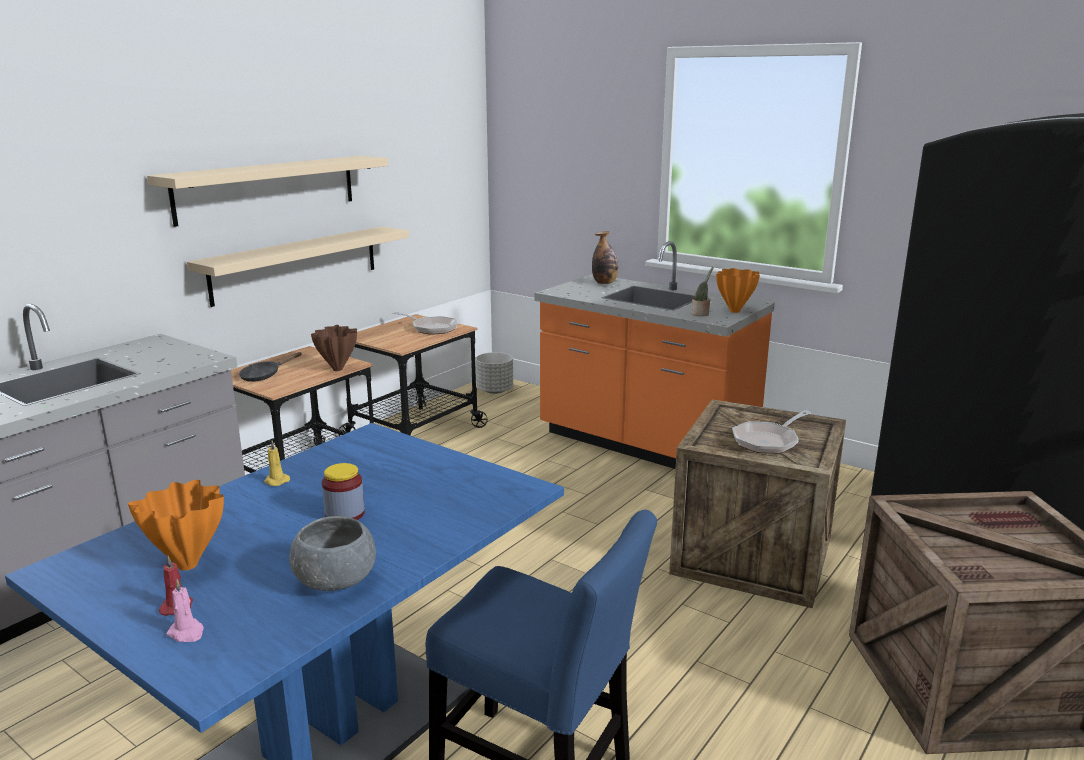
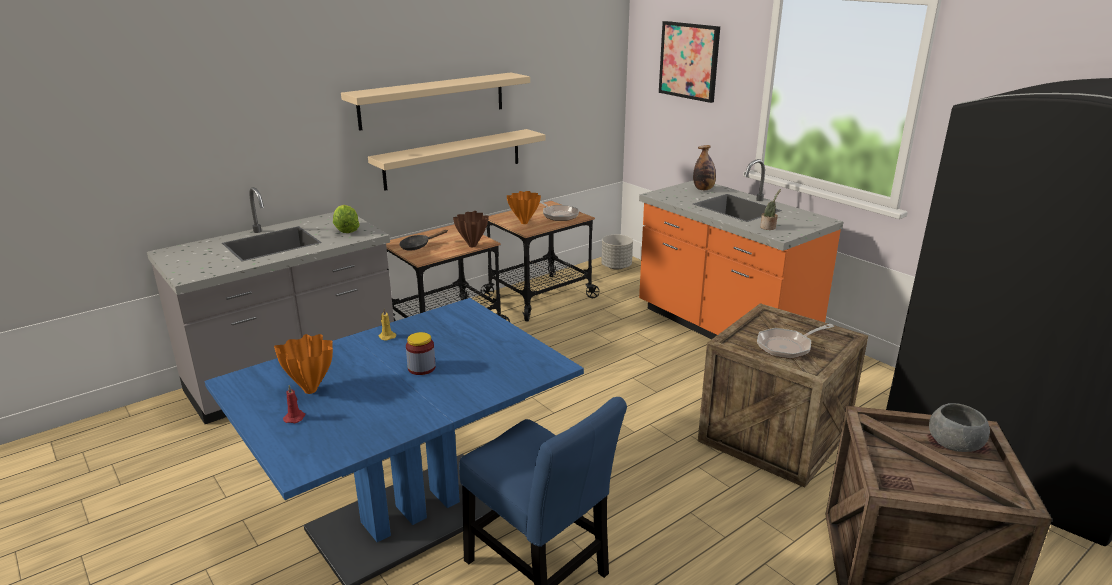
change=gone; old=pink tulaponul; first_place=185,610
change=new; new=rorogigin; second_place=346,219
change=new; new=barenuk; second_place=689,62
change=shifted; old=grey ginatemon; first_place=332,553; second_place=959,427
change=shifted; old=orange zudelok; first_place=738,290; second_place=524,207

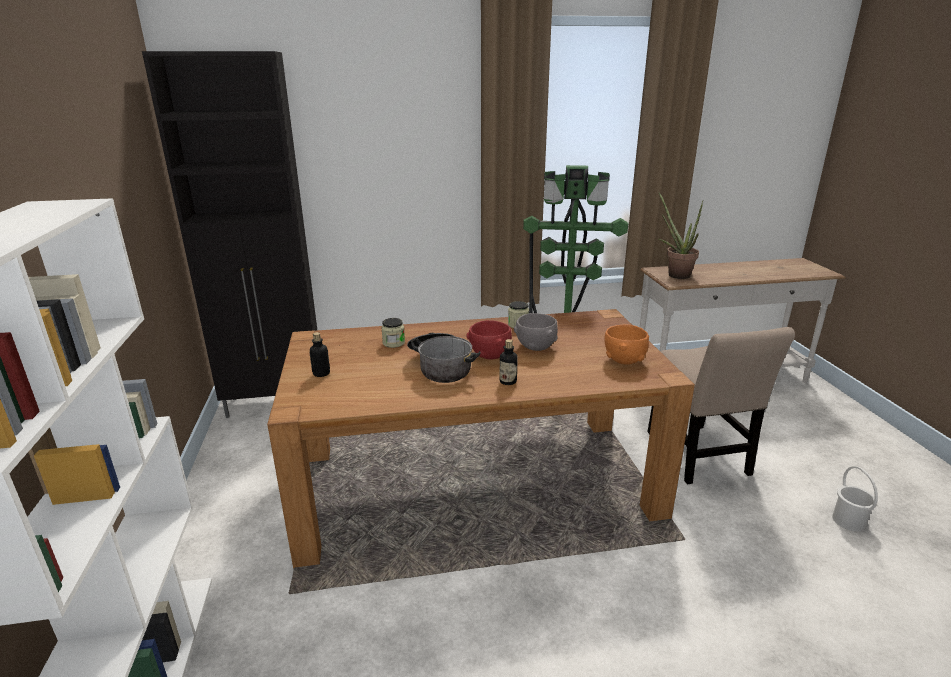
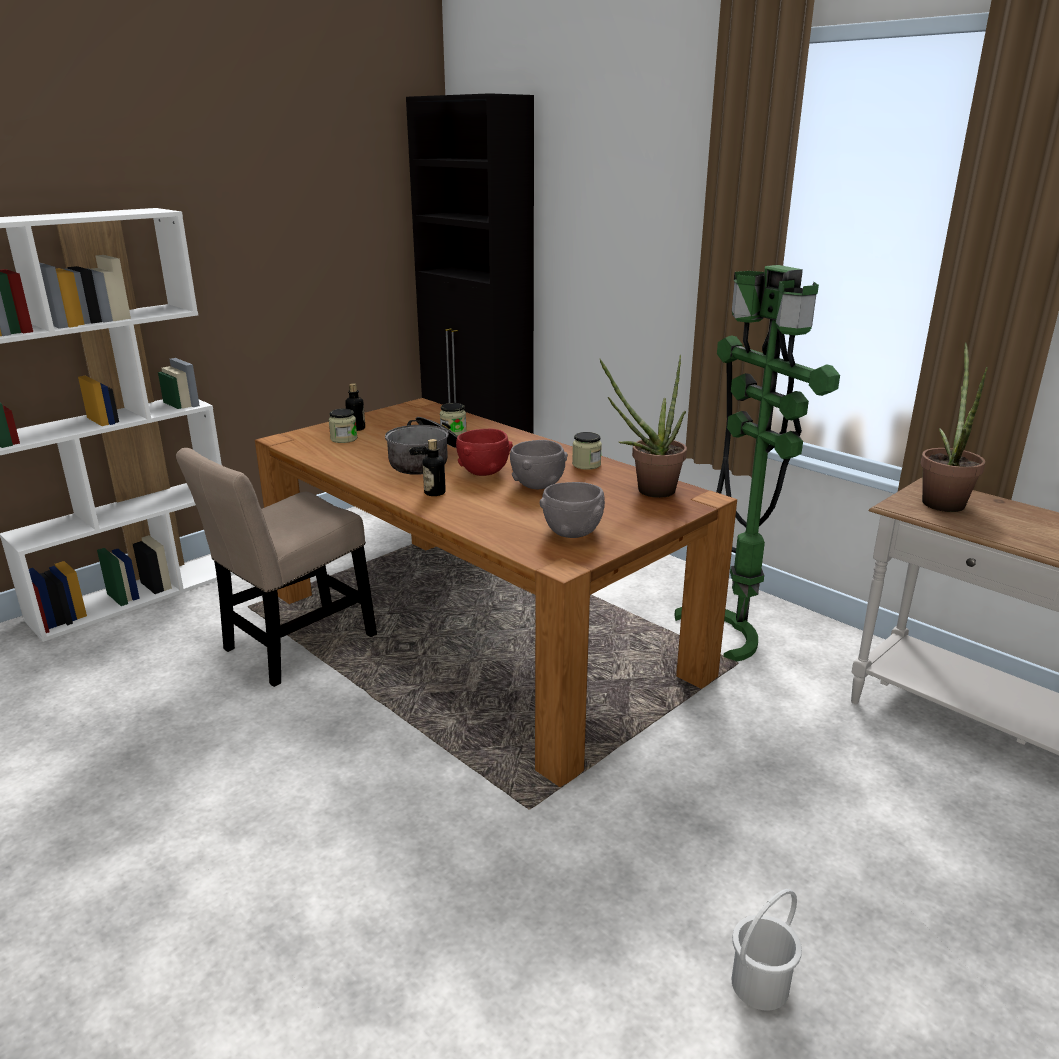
change=new; new=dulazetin; second_place=343,426
change=new; new=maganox; second_place=643,426
change=shifted; old=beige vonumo; first_place=721,405; second_place=276,567
change=repainted; old=orange ginatemon; new=grey ginatemon; first_place=626,344; second_place=572,510

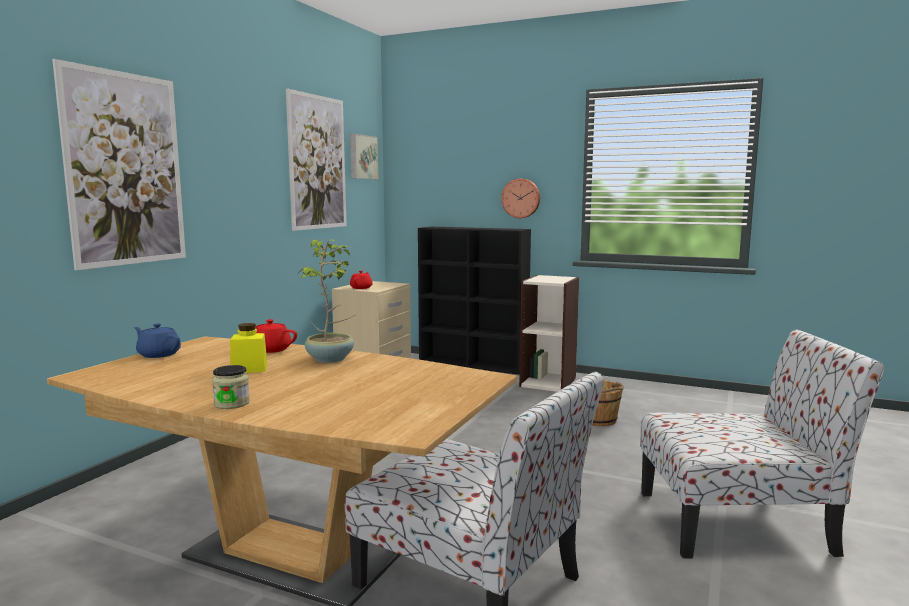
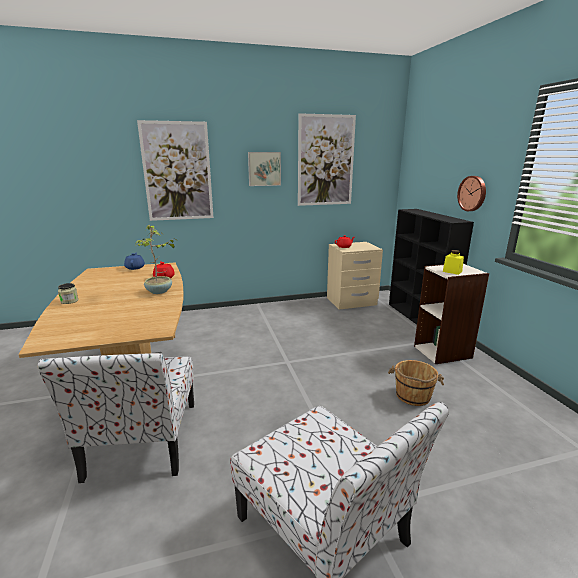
change=shifted; old=yellow dulazetin; first_place=249,348; second_place=453,262
change=shifted; old=barenuk; first_place=364,156; second_place=264,169

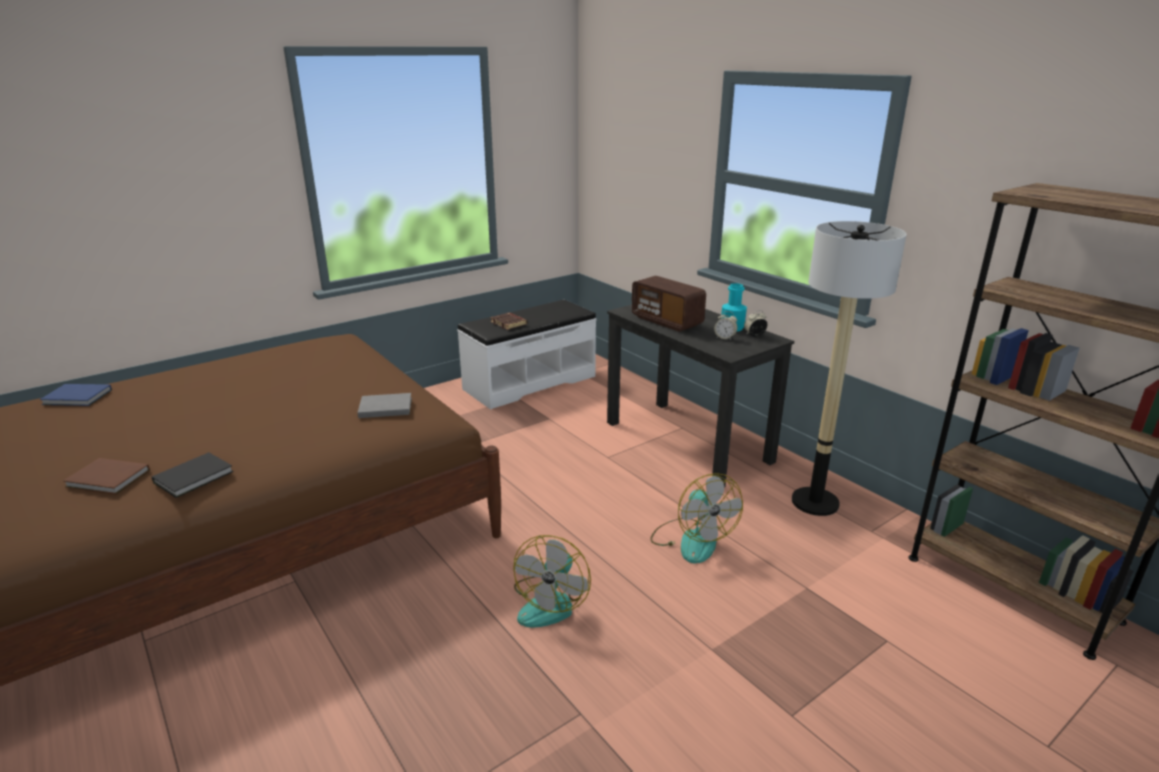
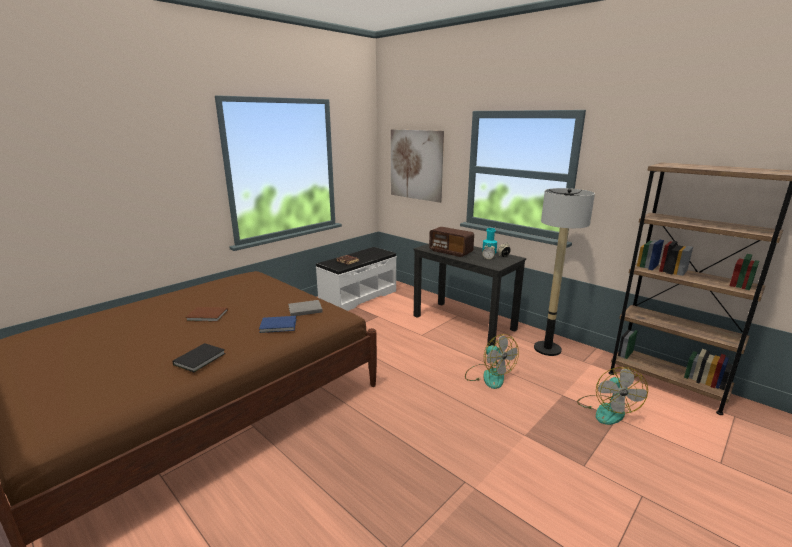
change=new; new=barenuk; second_place=417,166
change=shifted; old=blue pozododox; first_place=76,395; second_place=277,324
change=shifted; old=brown pozododox; first_place=106,476; second_place=206,314
change=shifted; old=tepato; first_place=552,581; second_place=612,396

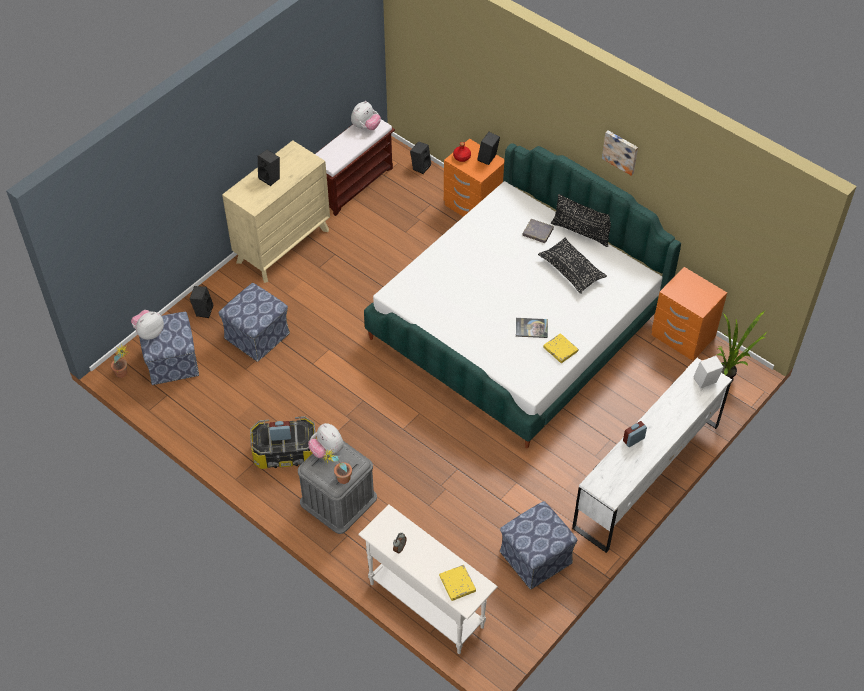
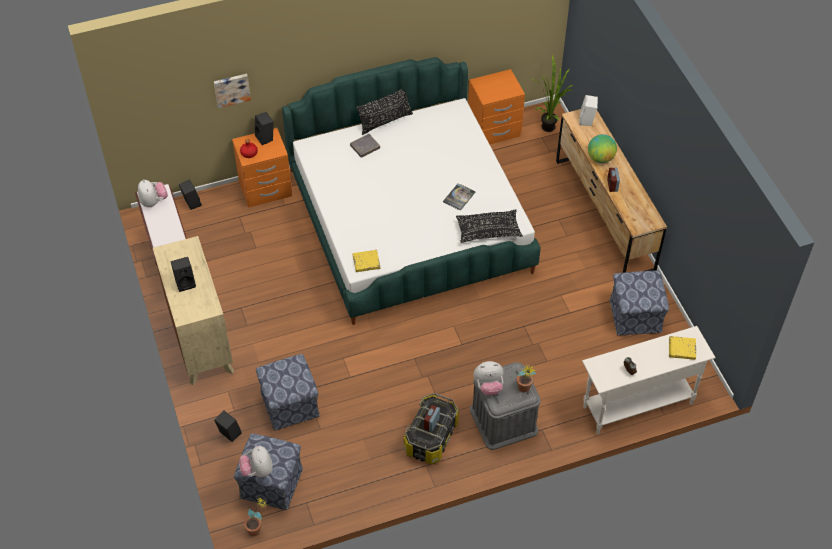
change=new; new=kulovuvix; second_place=602,148
change=shifted; old=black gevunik; first_place=572,266; second_place=489,226
change=shifted; old=yellow pozododox; first_place=560,348; second_place=366,261
change=shifted; old=barenuk; first_place=620,153; second_place=232,91
change=repainted; old=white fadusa; new=brown fadusa; first_place=652,455; second_place=611,191

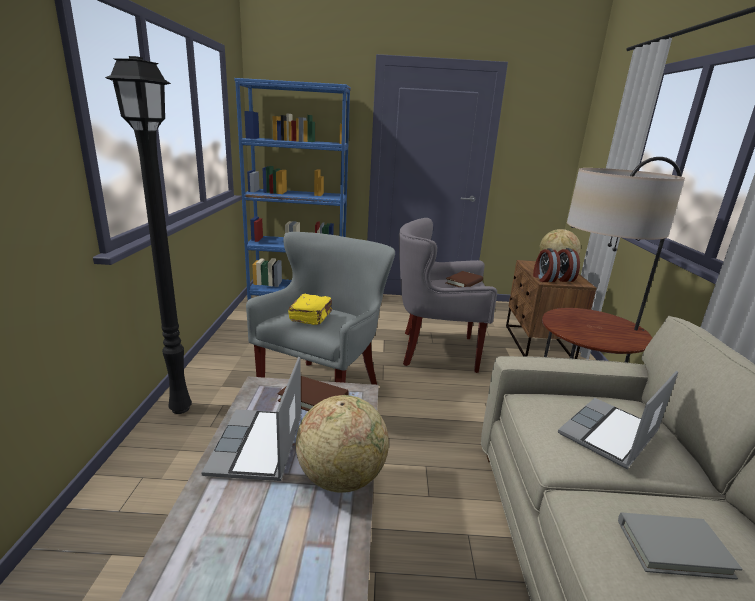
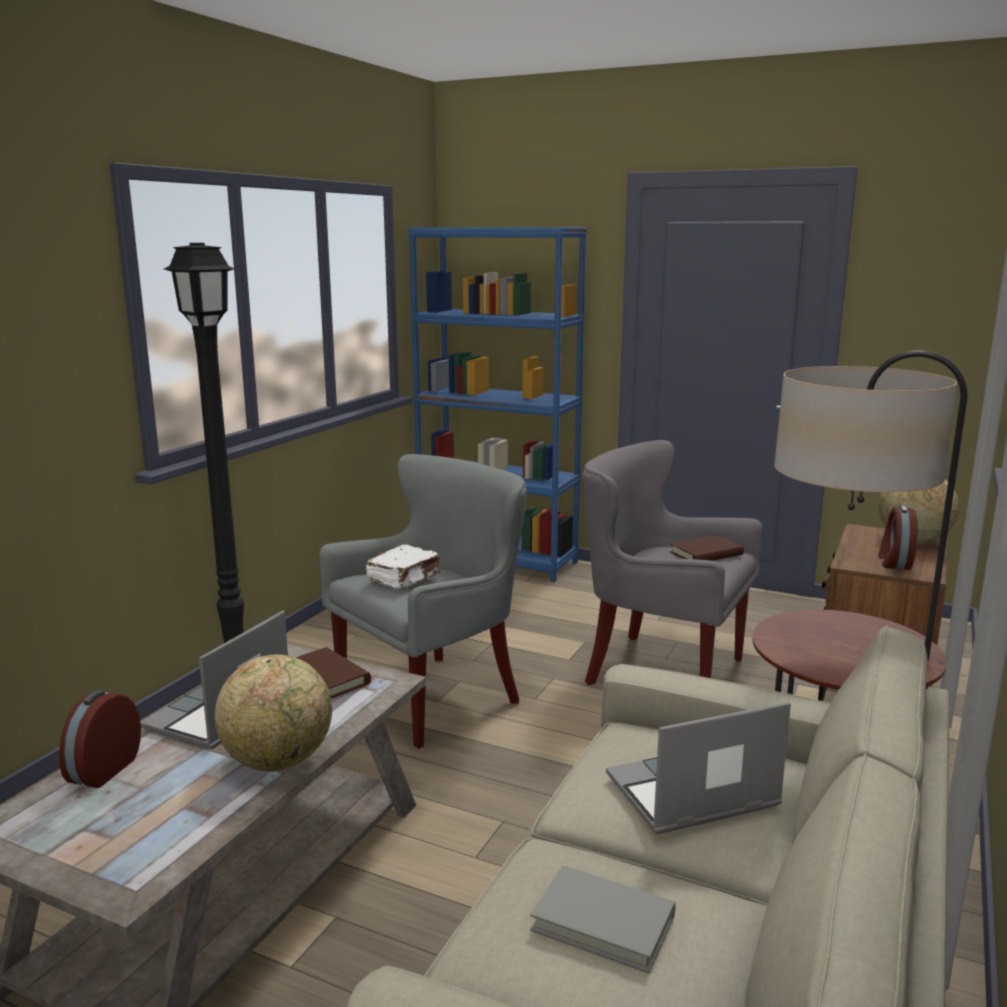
change=shifted; old=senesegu; first_place=547,265; second_place=100,739
change=repainted; old=yellow pozododox; new=white pozododox; first_place=310,309; second_place=403,566

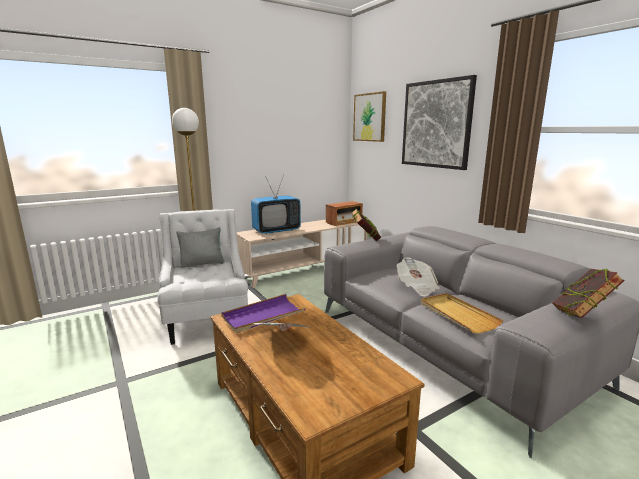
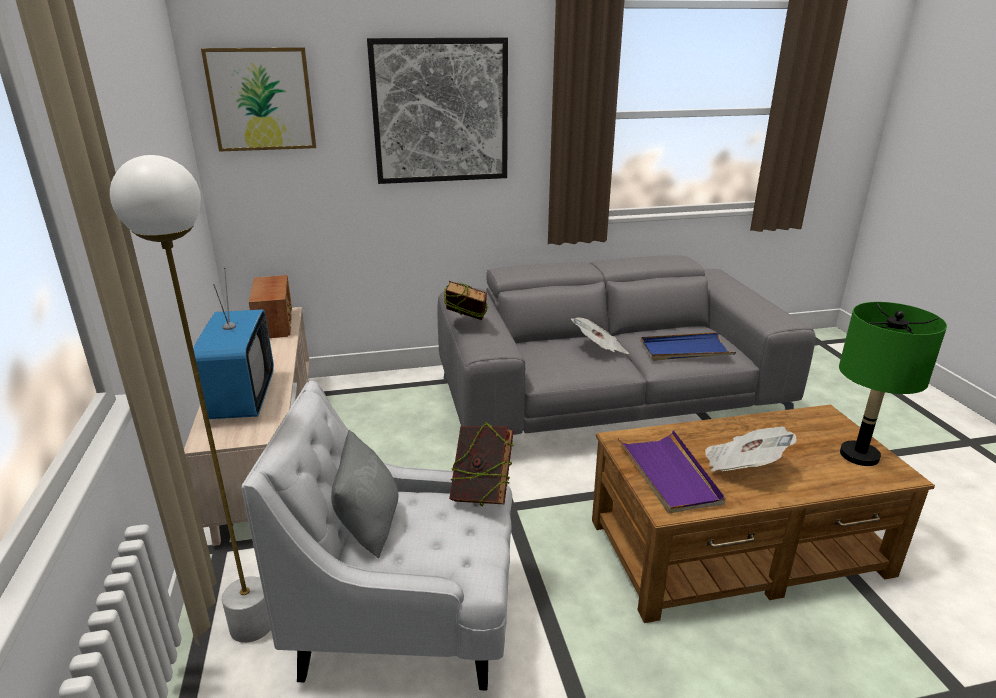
change=new; new=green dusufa; second_place=893,384
change=shifted; old=pozododox; first_place=589,293; second_place=481,464
change=repainted; old=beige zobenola; new=blue zobenola; first_place=462,313; second_place=688,346

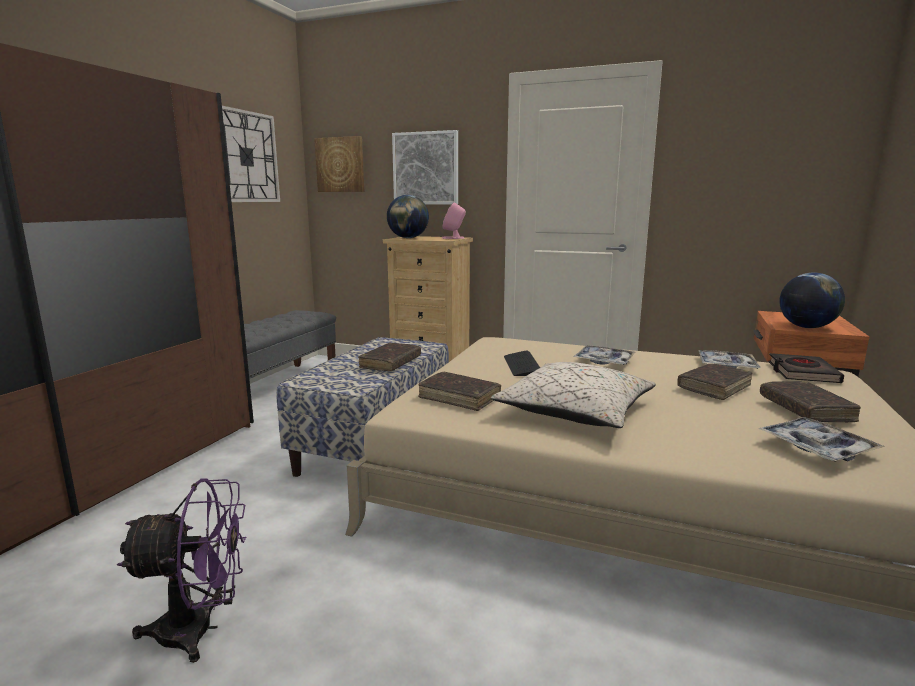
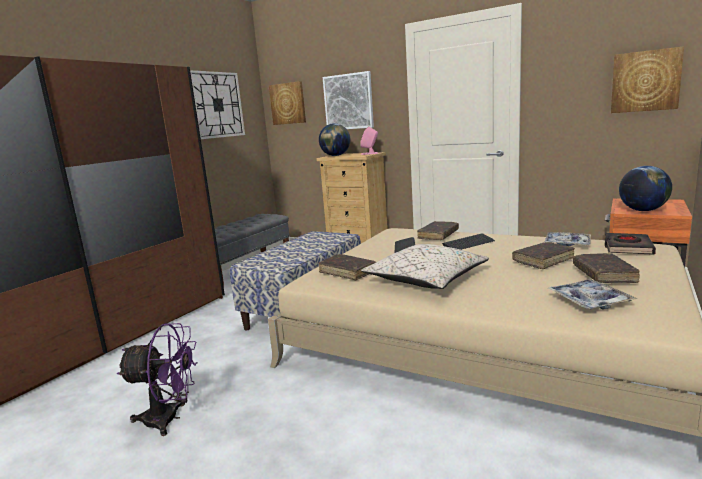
change=new; new=barenuk; second_place=647,79
change=shifted; old=brown pozododox; first_place=389,357; second_place=438,230
change=swapped; old=zobenola; new=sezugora; first_place=604,355; second_place=468,241

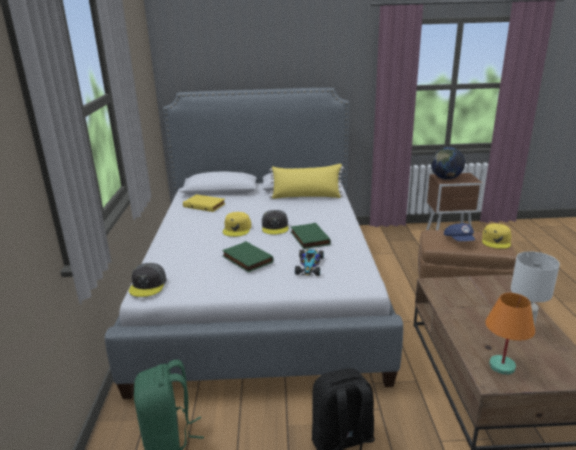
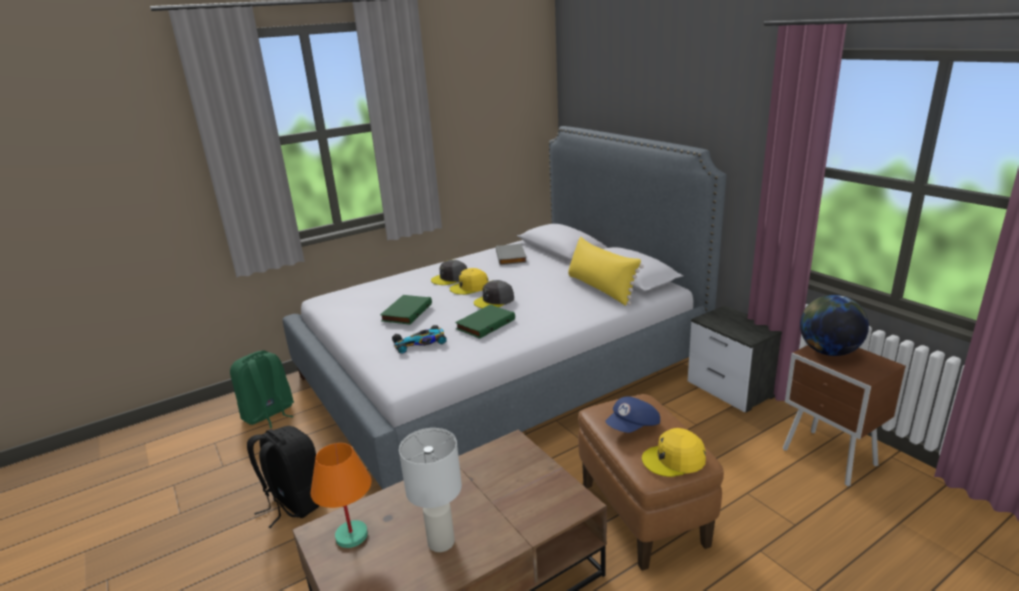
change=new; new=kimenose; second_place=735,359
change=shifted; old=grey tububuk; first_place=148,280; second_place=449,272
change=repainted; old=yellow pozododox; new=grey pozododox; first_place=204,203; second_place=511,254

